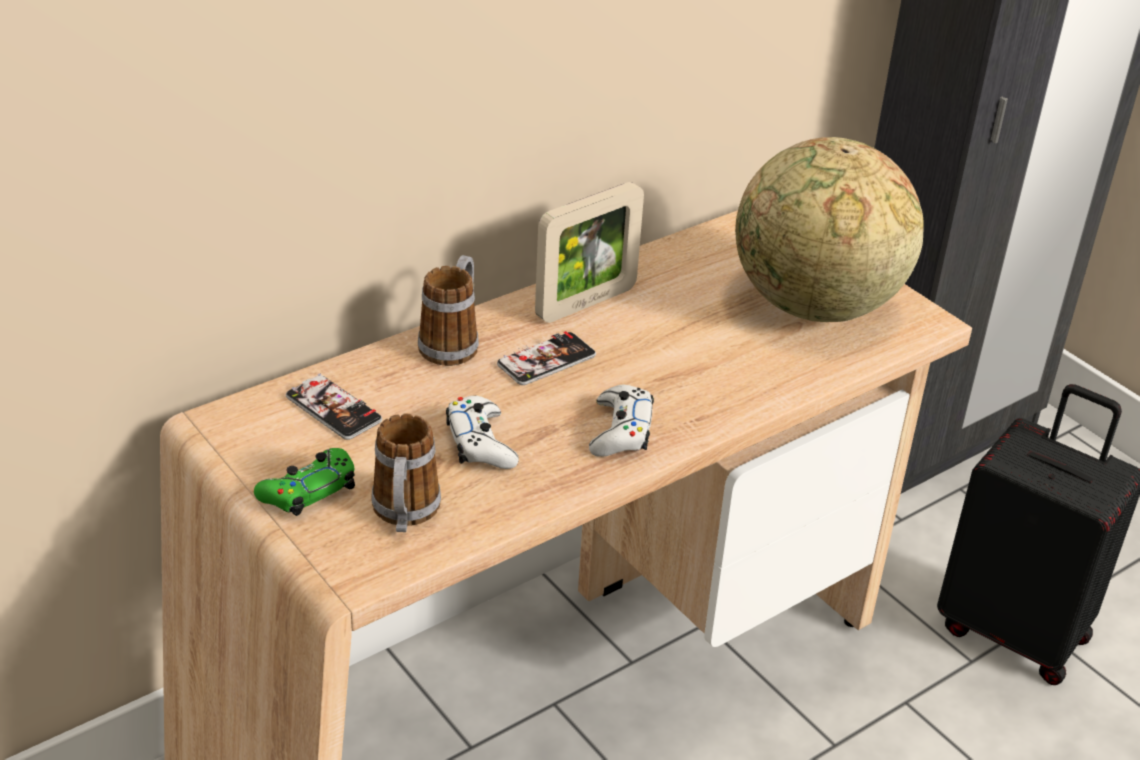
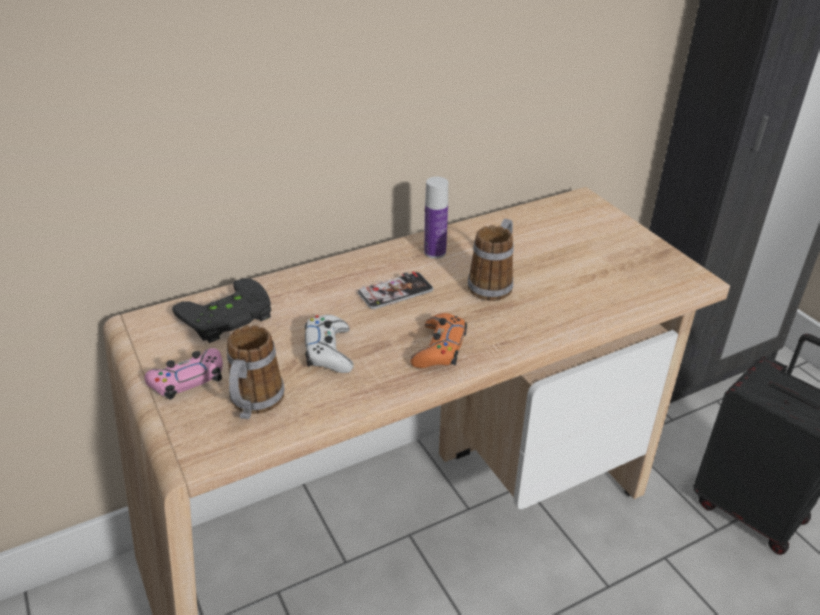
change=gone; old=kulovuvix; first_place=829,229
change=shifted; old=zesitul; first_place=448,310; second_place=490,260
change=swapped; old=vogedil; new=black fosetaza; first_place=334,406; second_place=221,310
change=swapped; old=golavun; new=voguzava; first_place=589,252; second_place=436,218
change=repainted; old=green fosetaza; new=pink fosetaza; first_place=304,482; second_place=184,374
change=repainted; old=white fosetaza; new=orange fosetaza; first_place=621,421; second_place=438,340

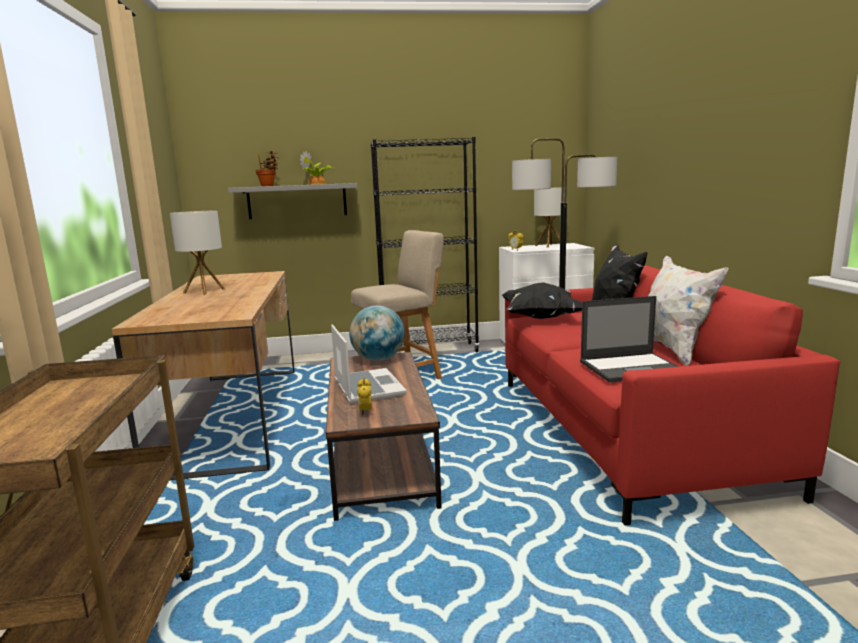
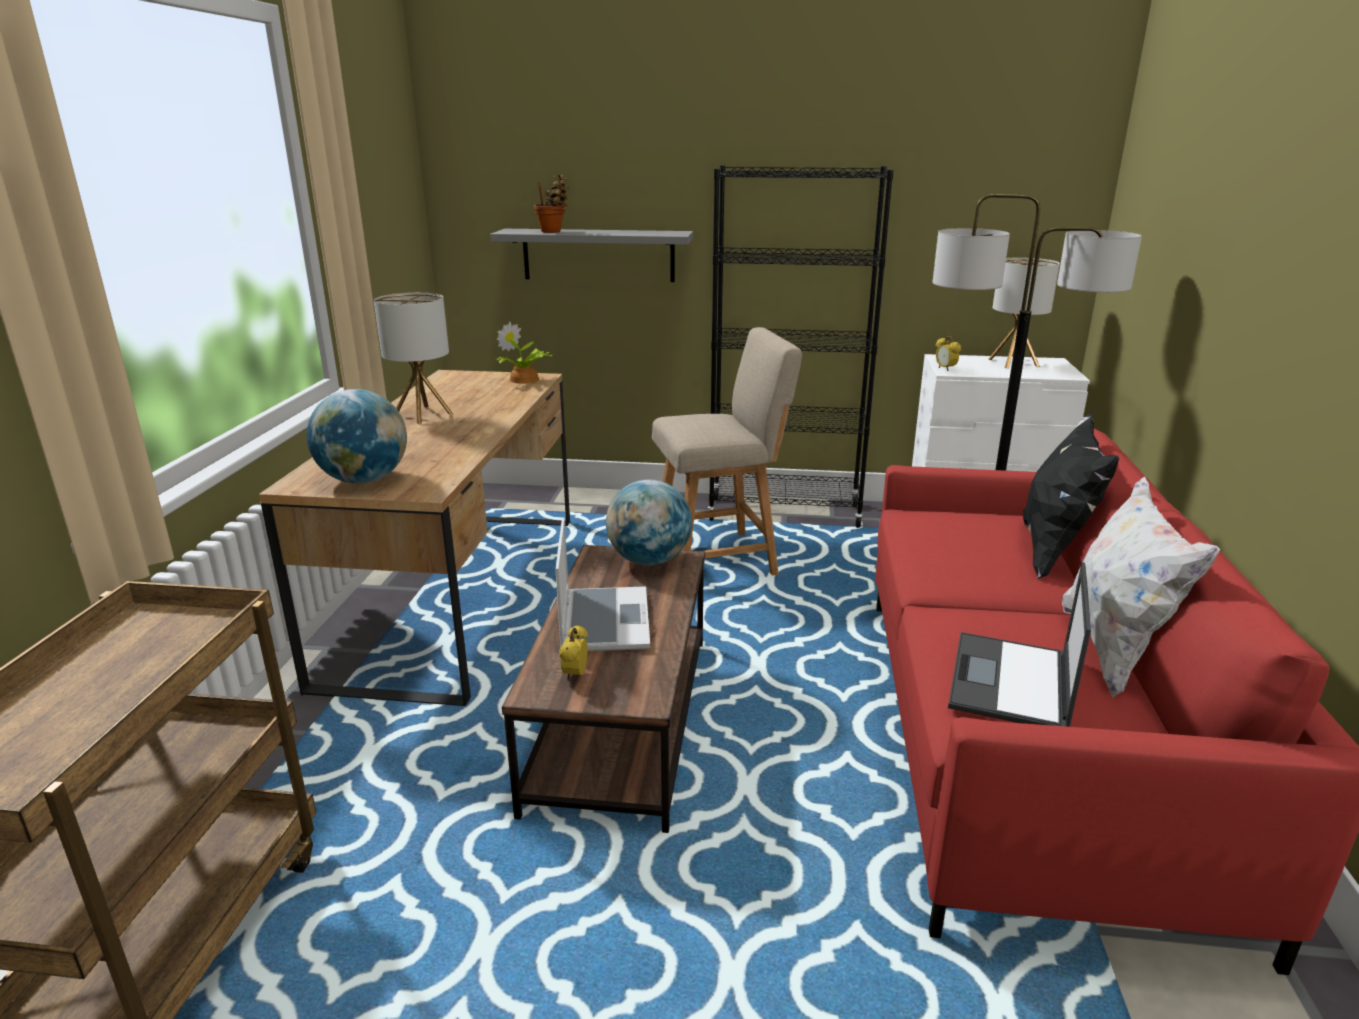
change=gone; old=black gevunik; first_place=541,300
change=new; new=kulovuvix; second_place=357,436
change=shifted; old=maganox; first_place=317,168; second_place=524,353
change=rotated; old=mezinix; first_place=629,339; second_place=1019,644; degrees=105

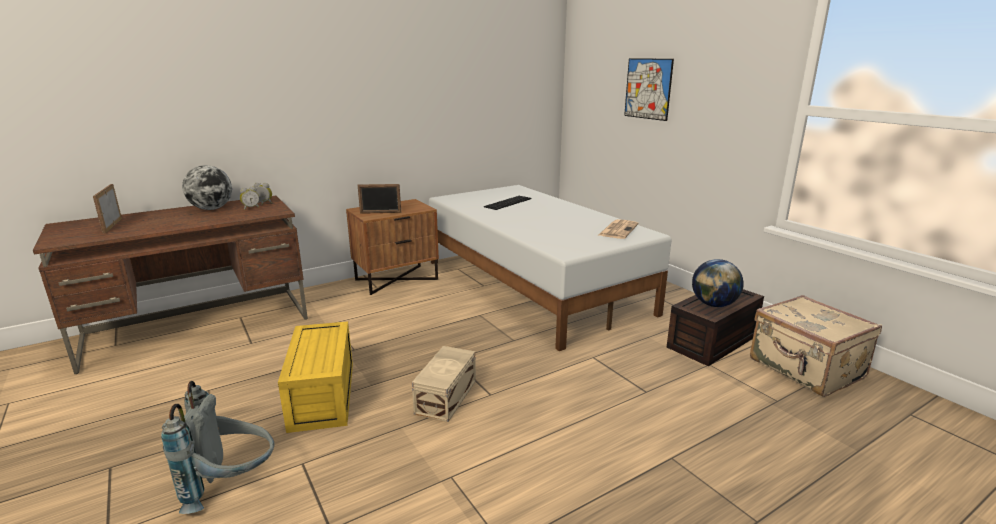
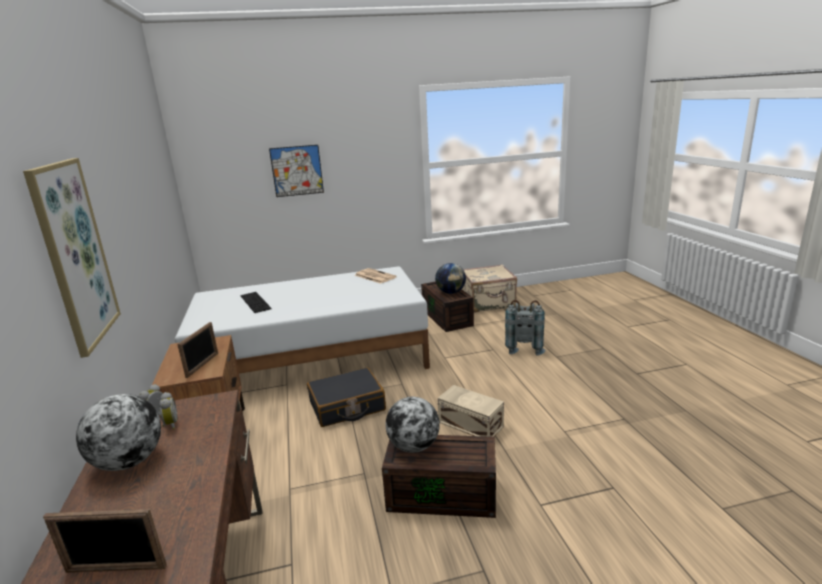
change=new; new=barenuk; second_place=72,258
change=new; new=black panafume; second_place=346,397
change=new; new=kulovuvix; second_place=413,425
change=shifted; old=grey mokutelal; first_place=218,447; second_place=525,327
change=repainted; old=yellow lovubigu; new=brown lovubigu; first_place=315,377; second_place=439,476

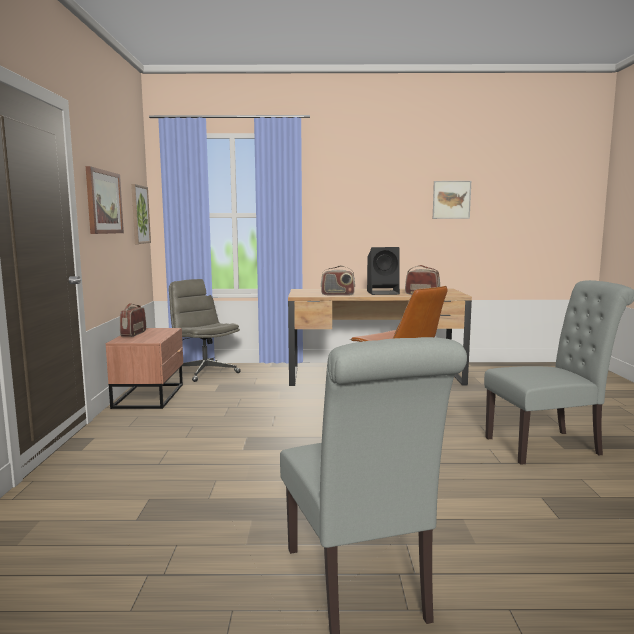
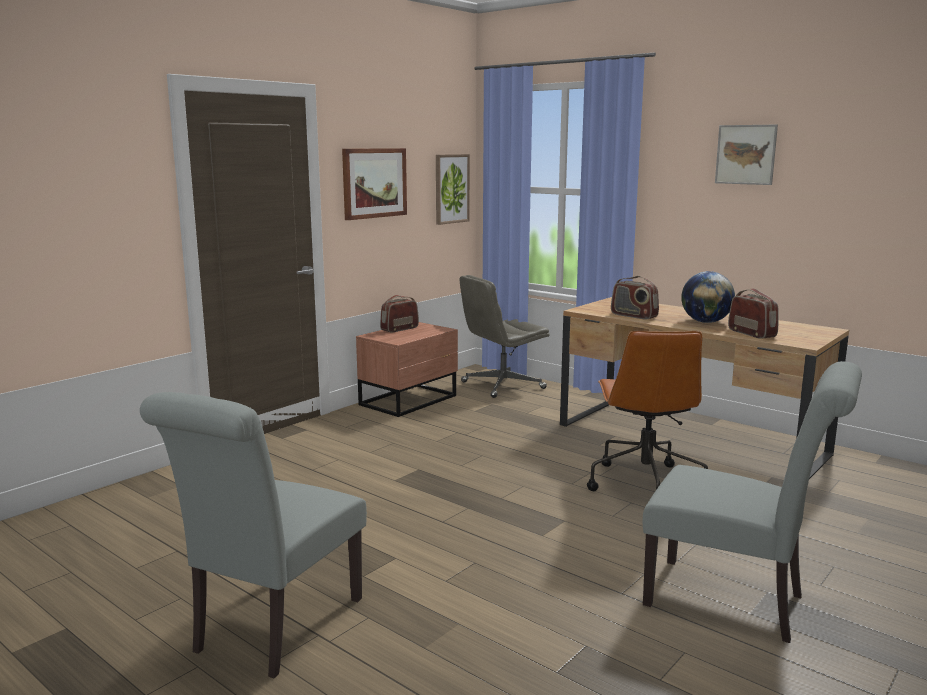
change=shifted; old=barenuk; first_place=452,200; second_place=746,155
change=swapped; old=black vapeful; new=kulovuvix; first_place=383,271; second_place=708,297
change=rotated; old=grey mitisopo; first_place=205,330; second_place=505,336; degrees=-120

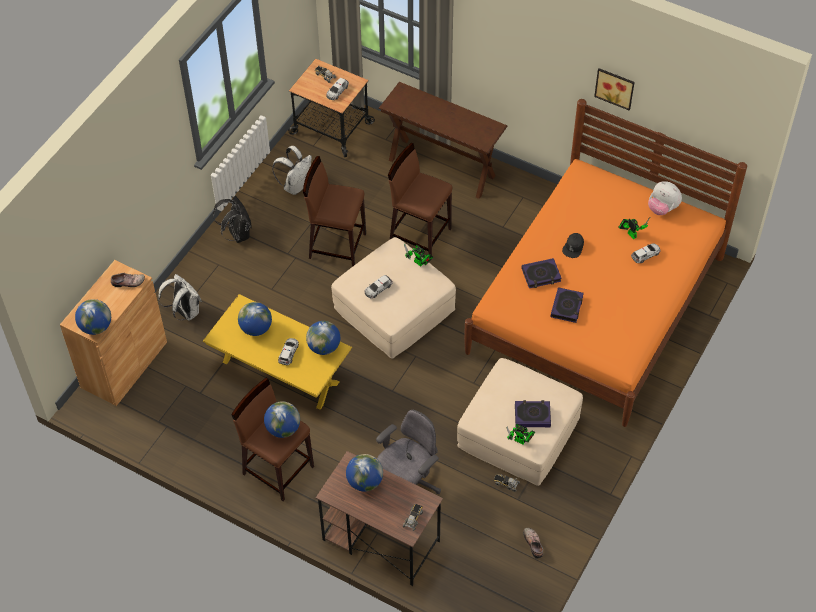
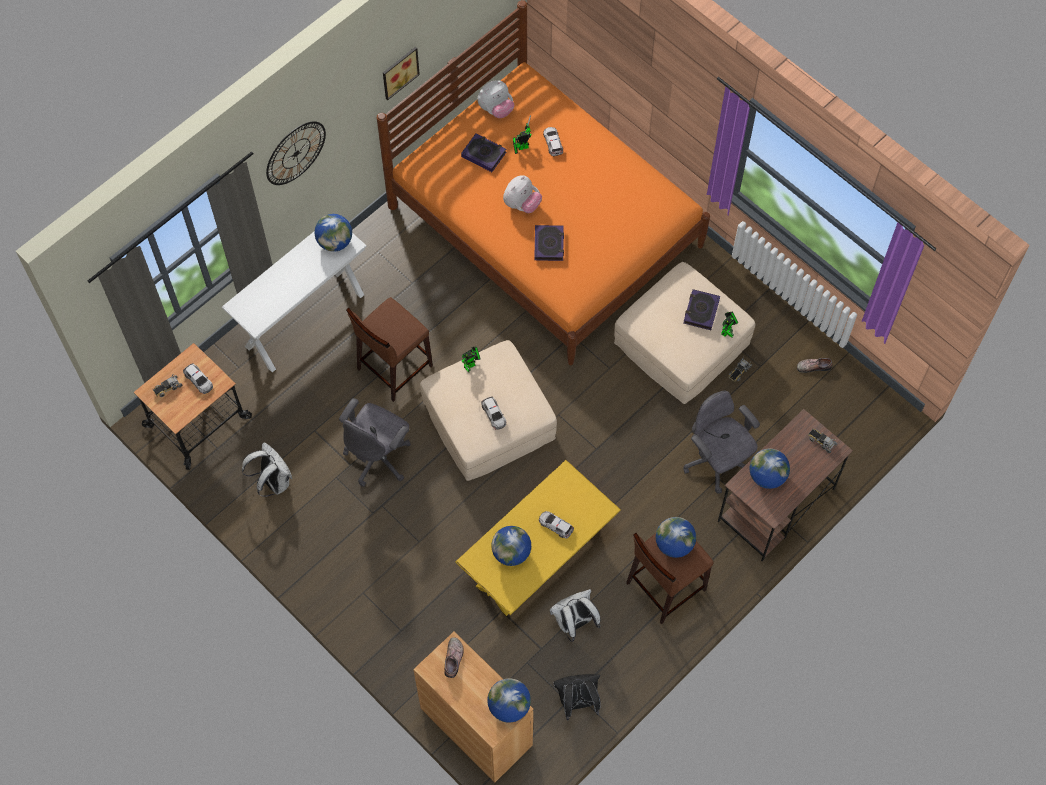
change=new; new=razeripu; second_place=296,153
change=shifted; old=white mokutelal; first_place=180,297; second_place=575,615
change=shifted; old=black mokutelal; first_place=232,219; second_place=577,697
change=shifted; old=kulovuvix; first_place=323,338; second_place=333,233
change=shifted; old=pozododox; first_place=567,305; second_place=483,153
change=swapped; old=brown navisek; new=grey mitisopo; first_place=334,211; second_place=375,442
change=swapped; old=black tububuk; new=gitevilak; first_place=573,245; second_place=522,194
change=repainted; old=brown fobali; new=white fobali; first_place=443,140; second_place=294,302

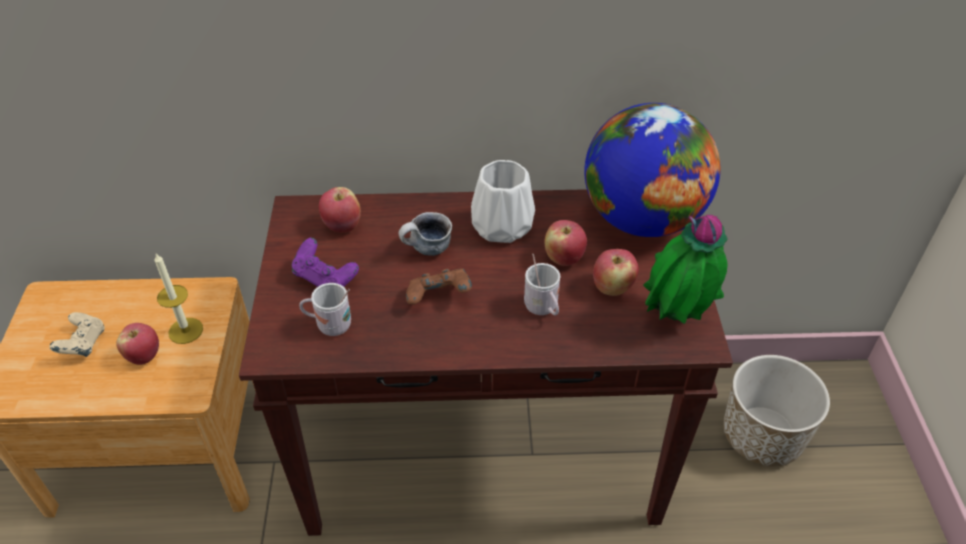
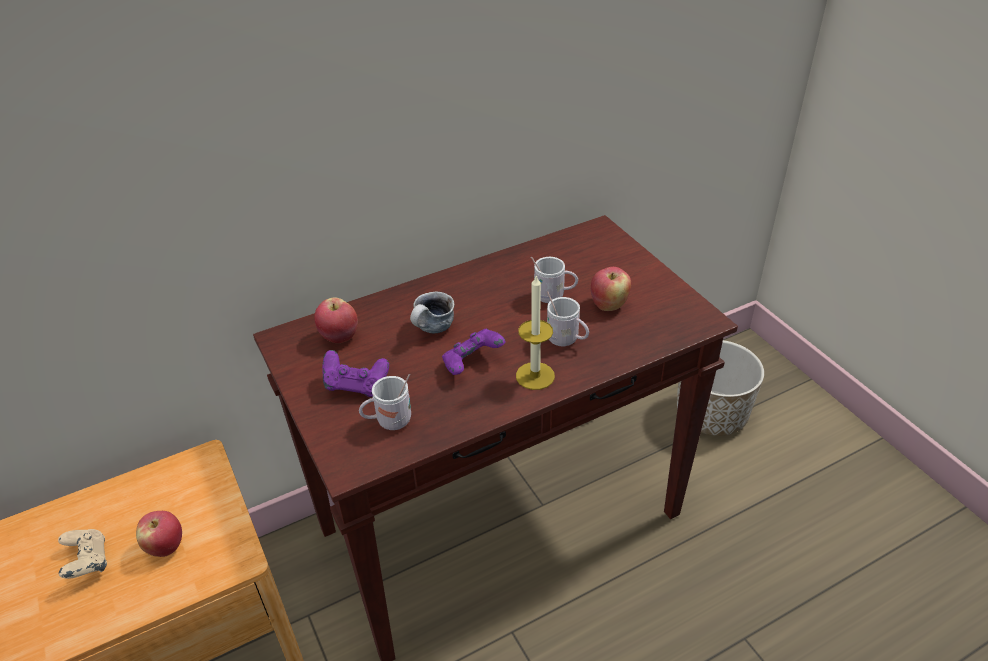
change=gone; old=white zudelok; first_place=503,201
change=gone; old=kulovuvix; first_place=652,170
change=gone; old=maganox; first_place=685,269
change=shifted; old=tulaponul; first_place=179,299; second_place=535,332
change=swapped; old=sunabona; new=white zesitul; first_place=565,243; second_place=554,280
change=repainted; old=brown fosetaza; new=purple fosetaza; first_place=439,286; second_place=474,351

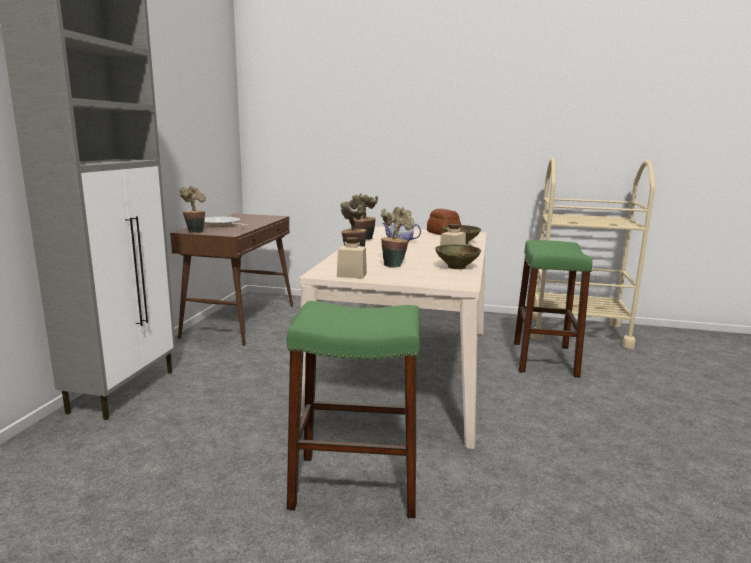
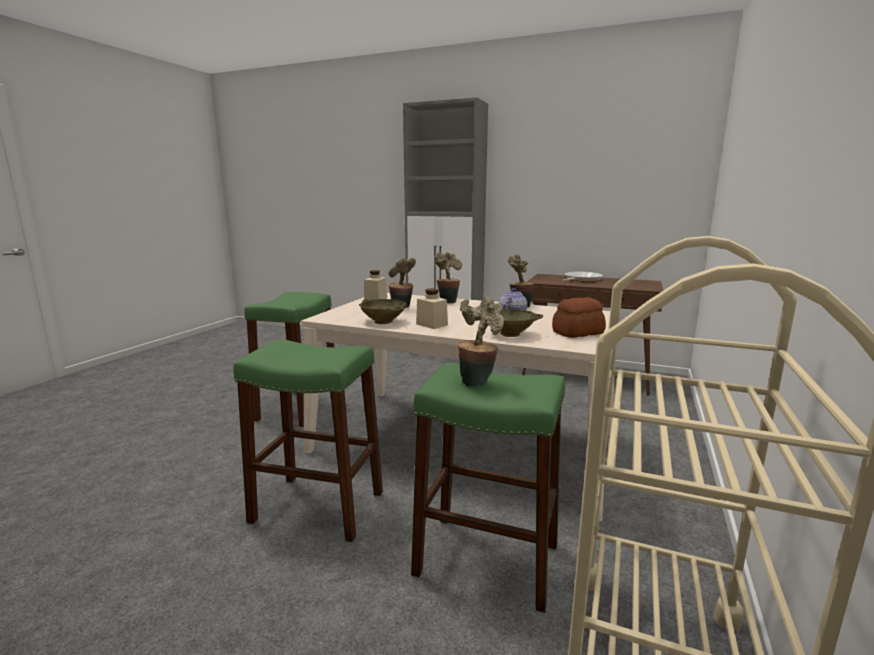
change=new; new=green navisek; second_place=308,441
change=shifted; old=maganox; first_place=192,209; second_place=481,342

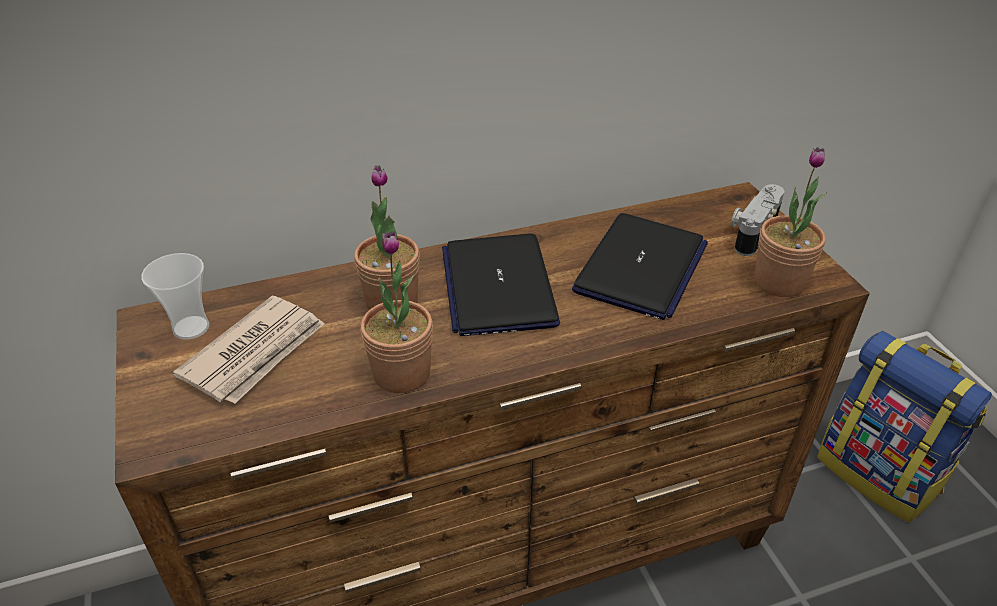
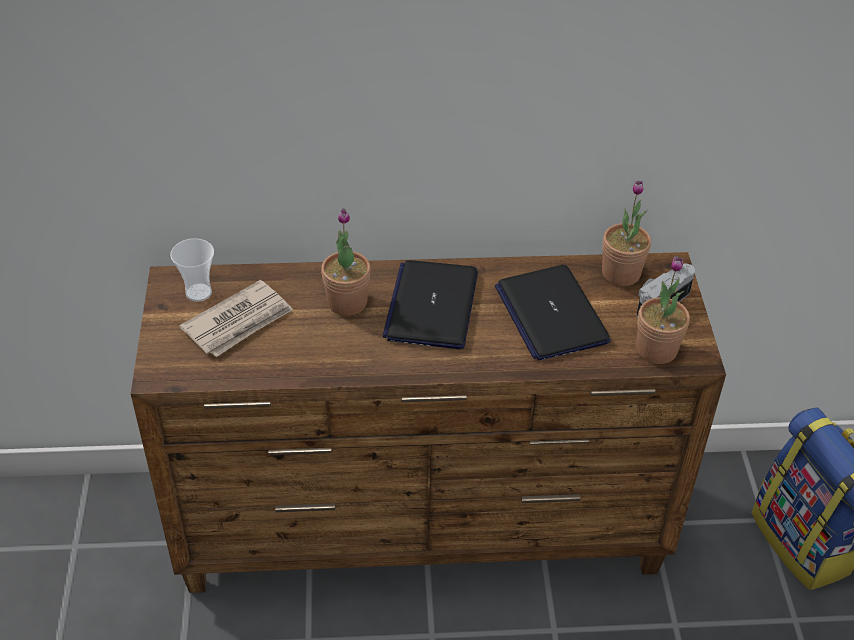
change=shifted; old=maganox; first_place=396,312; second_place=626,233
change=rotated; old=mezinix; first_place=640,266; second_place=553,313; degrees=120

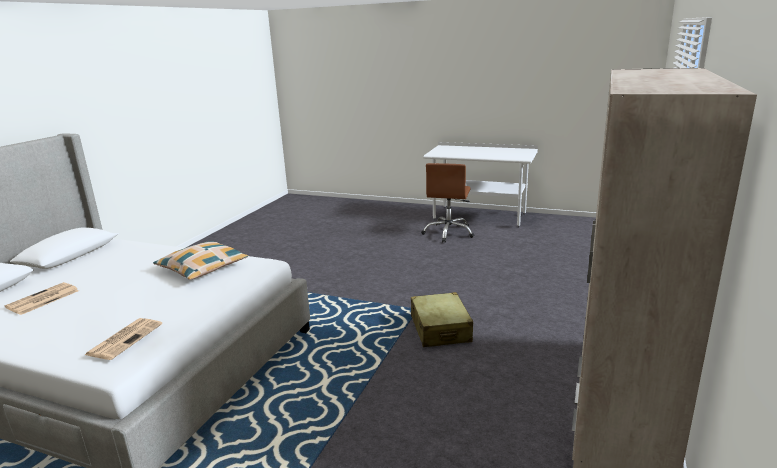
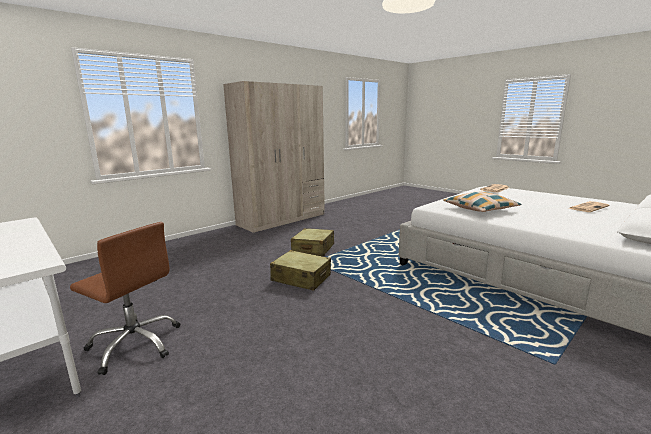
change=new; new=beige panafume; second_place=300,270
change=rotated; old=brown mitisopo; first_place=447,203; second_place=125,298; degrees=75

